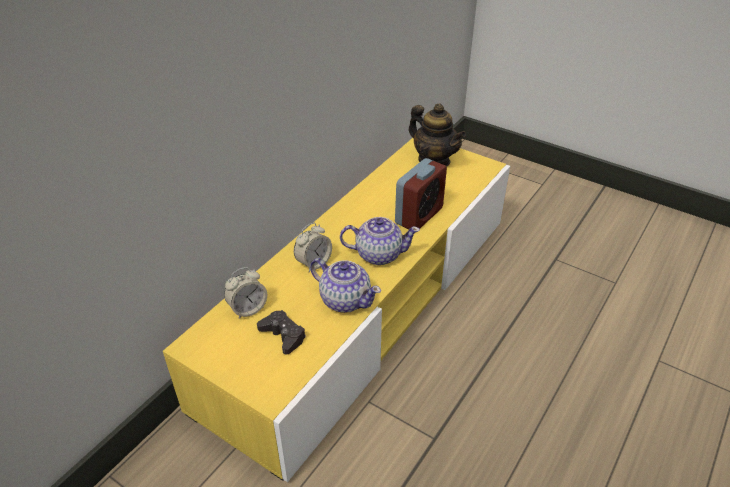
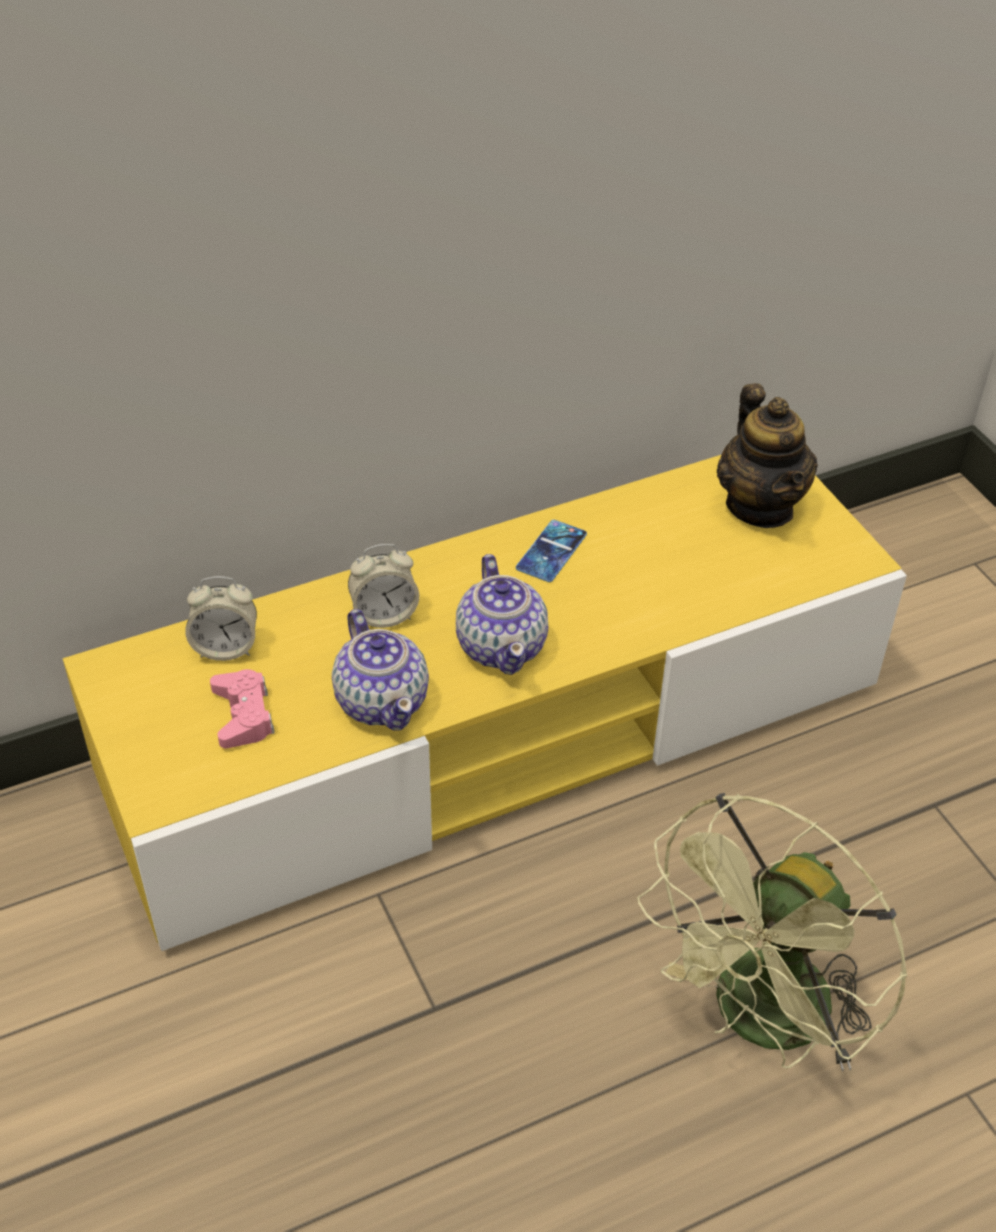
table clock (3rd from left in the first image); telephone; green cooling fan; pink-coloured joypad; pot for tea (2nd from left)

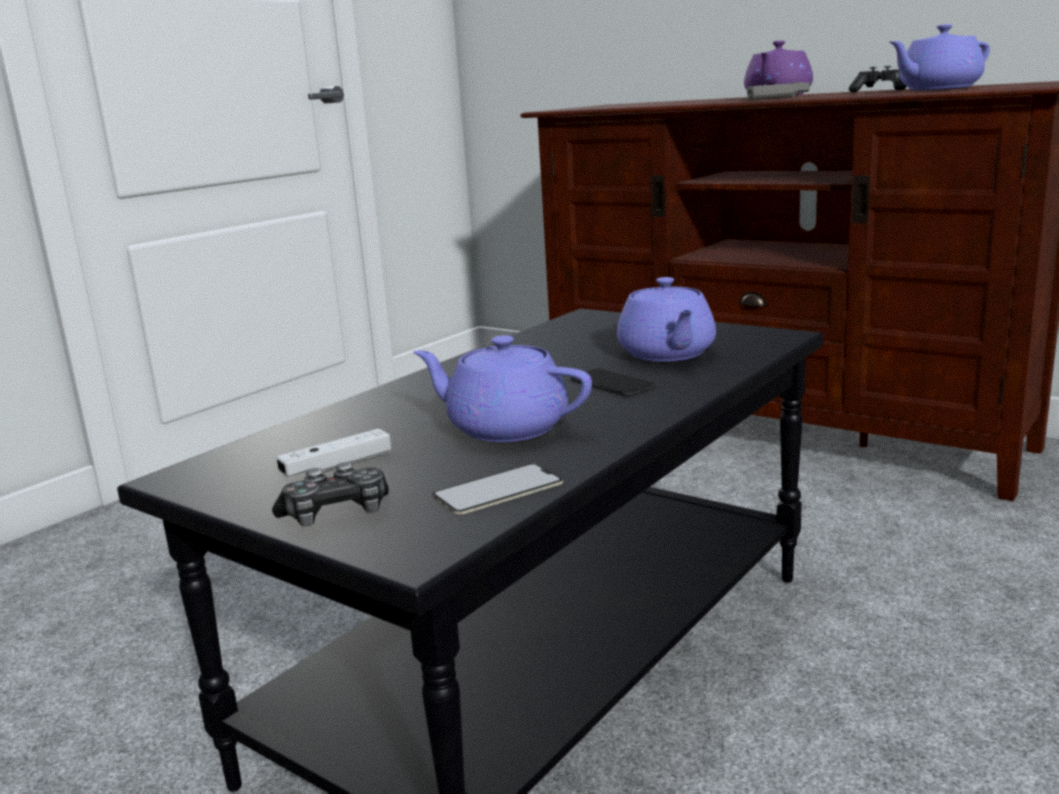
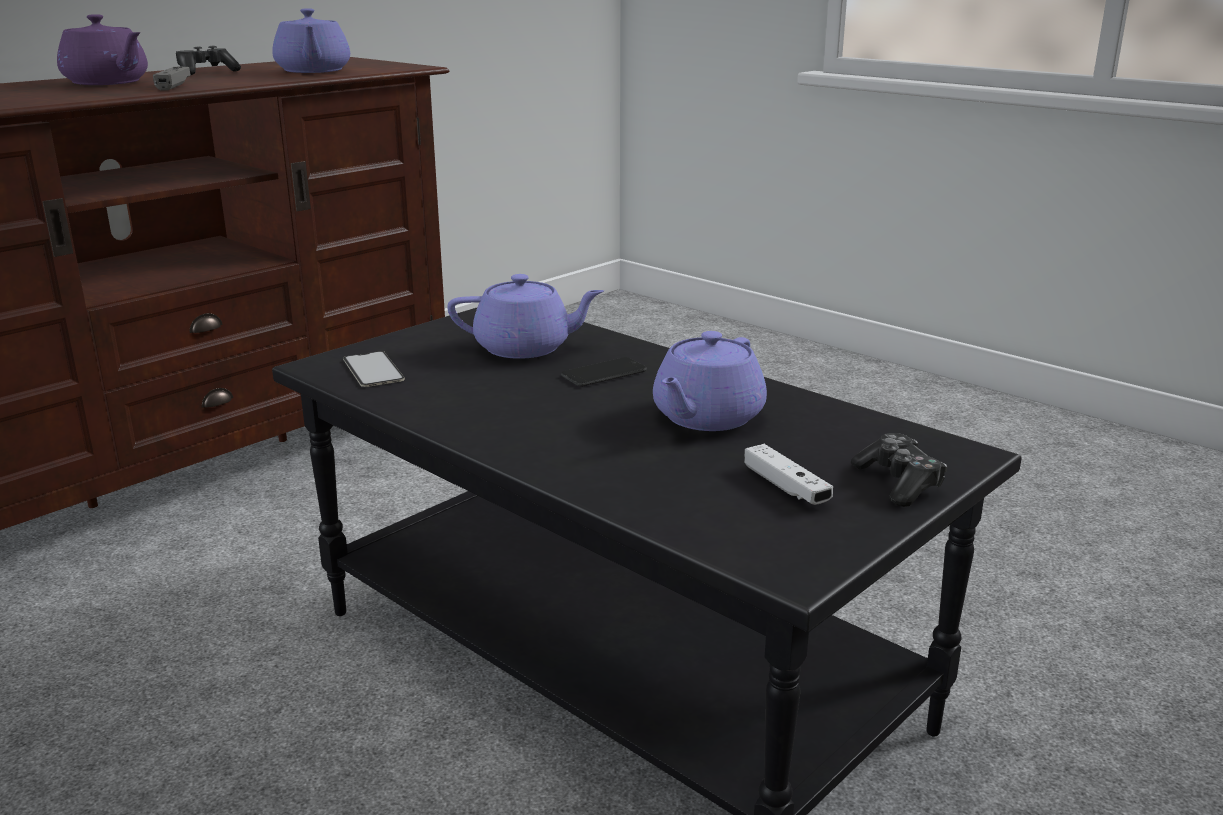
telephone (1st from left)

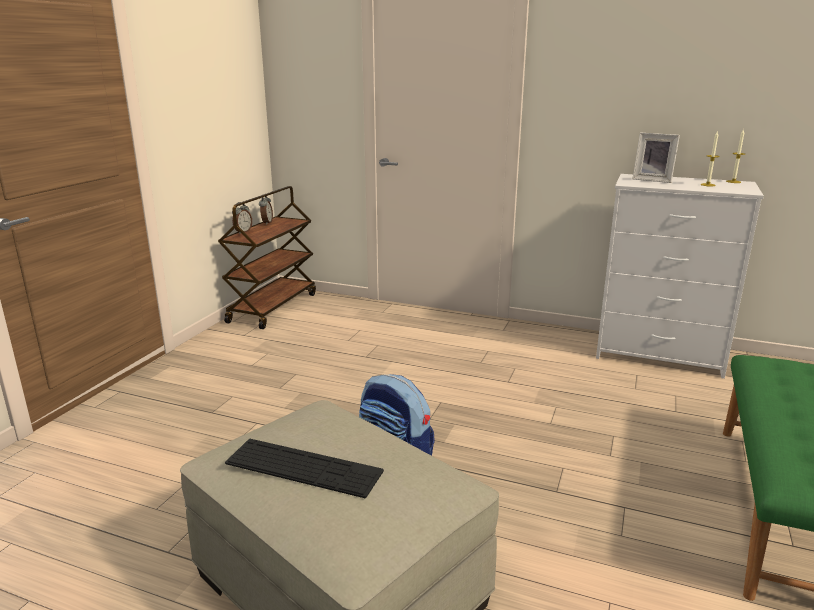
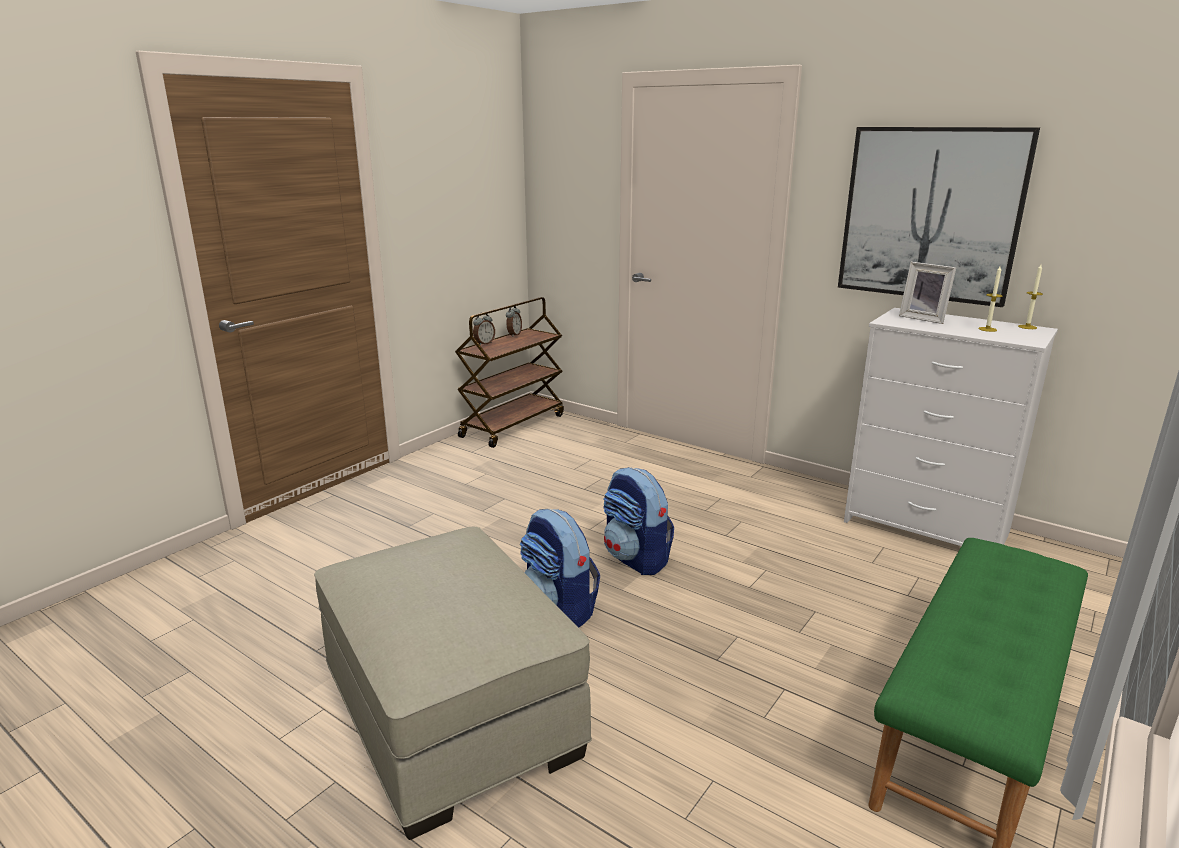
PC keyboard; backpack (2nd from left); picture

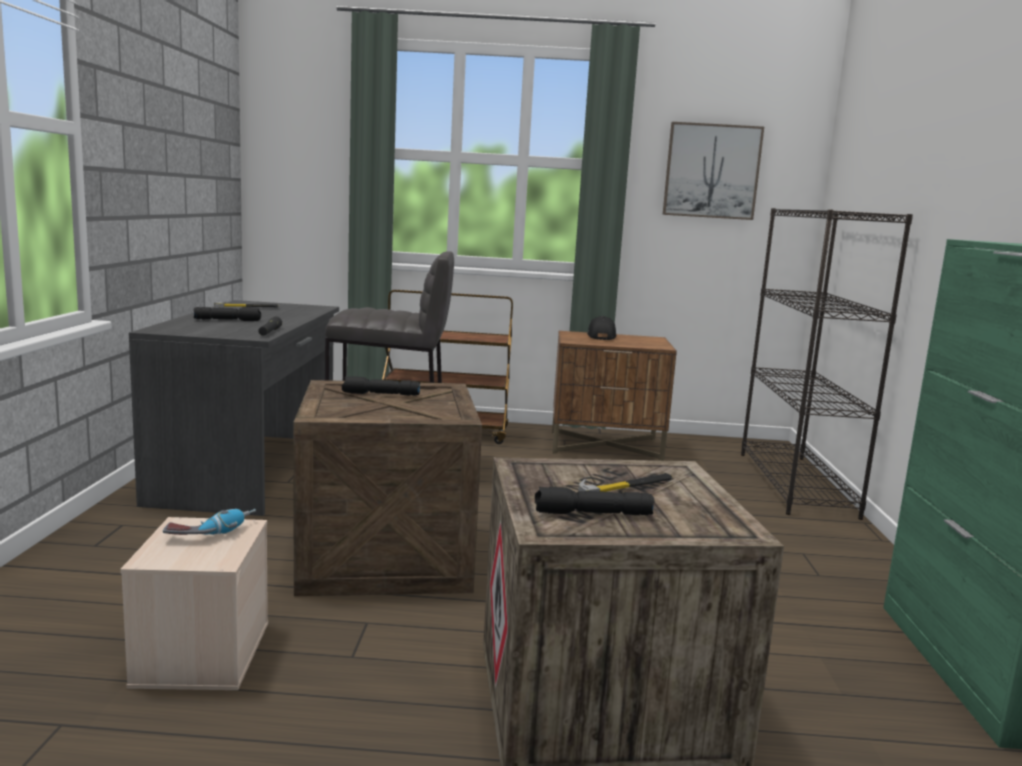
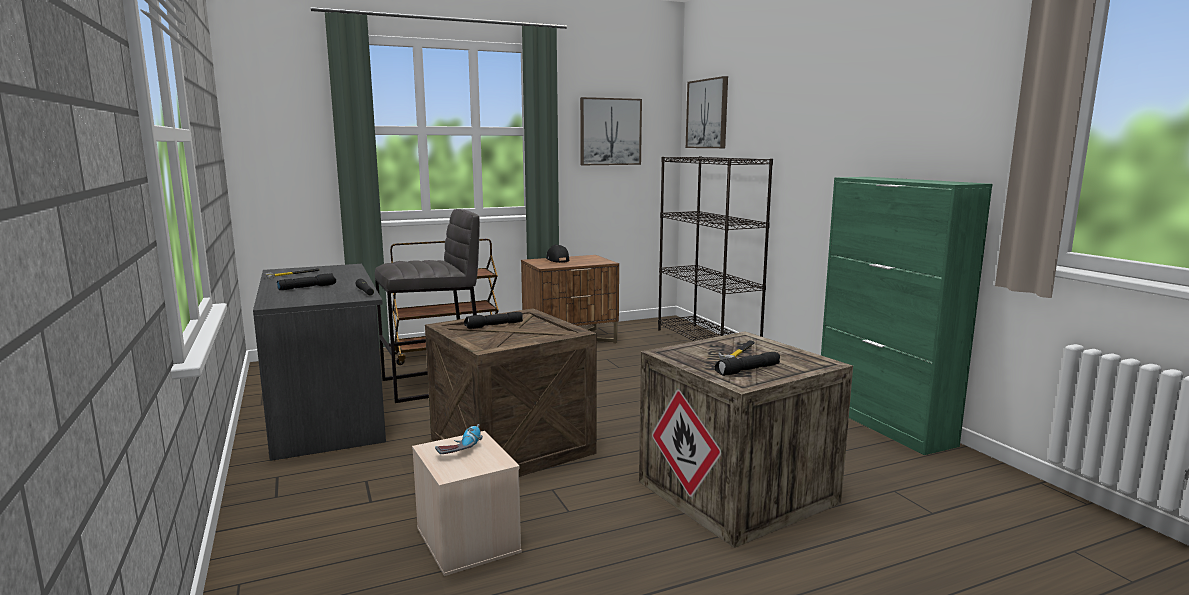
picture (2nd from left)

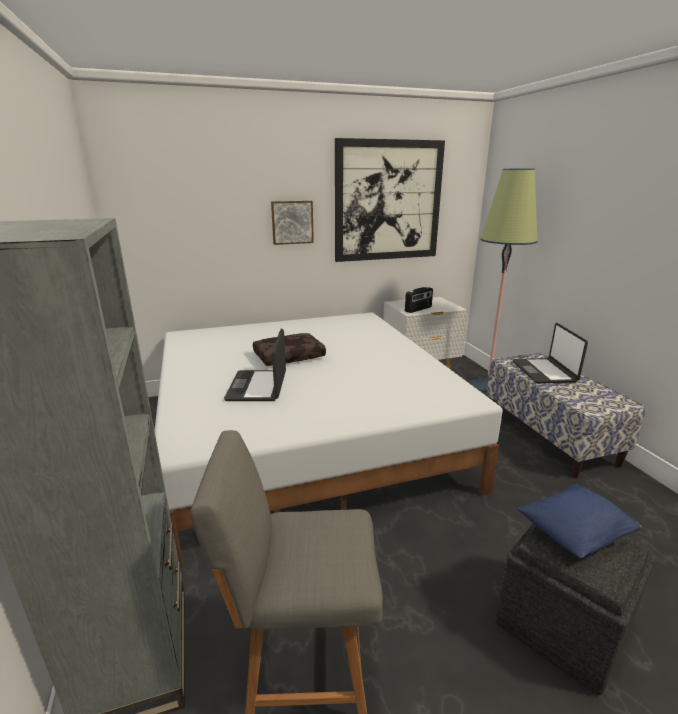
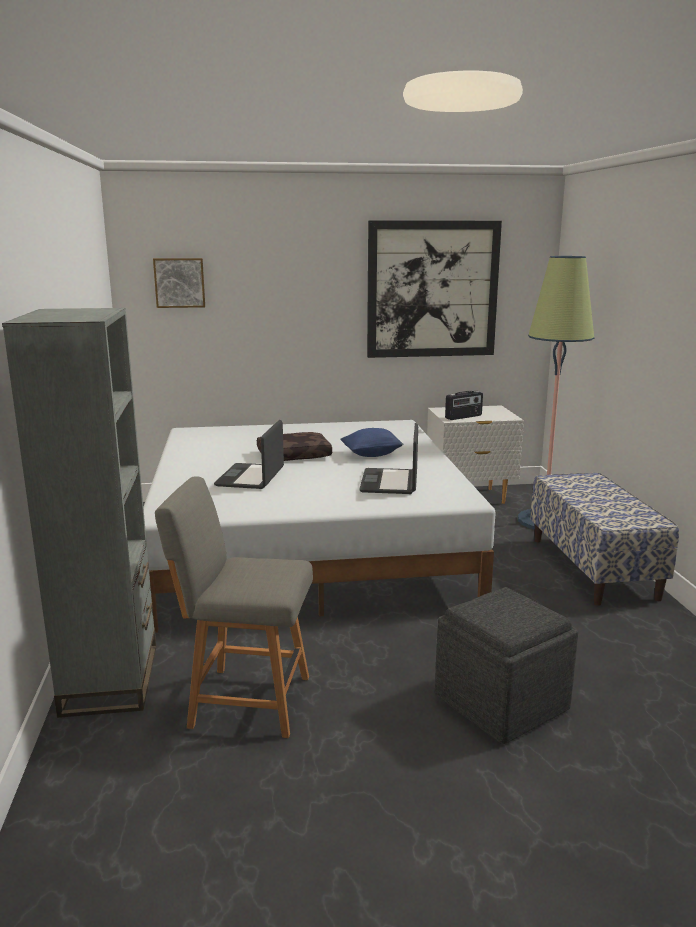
picture (1st from left); laptop (2nd from left); bluish throw pillow

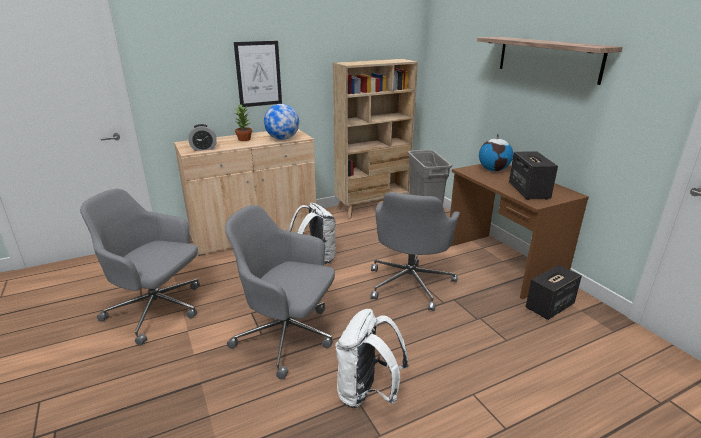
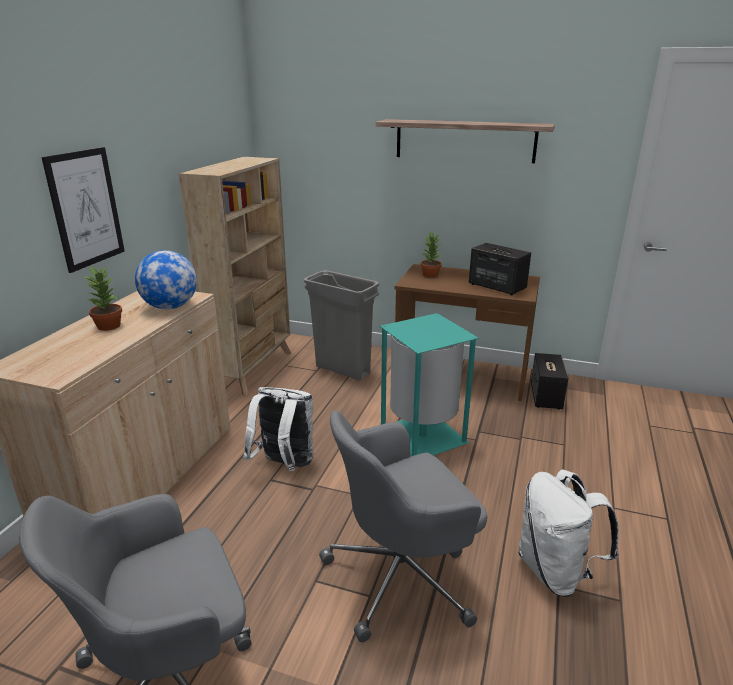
table clock; turquoise-coloured waste bin; houseplant (2nd from left)

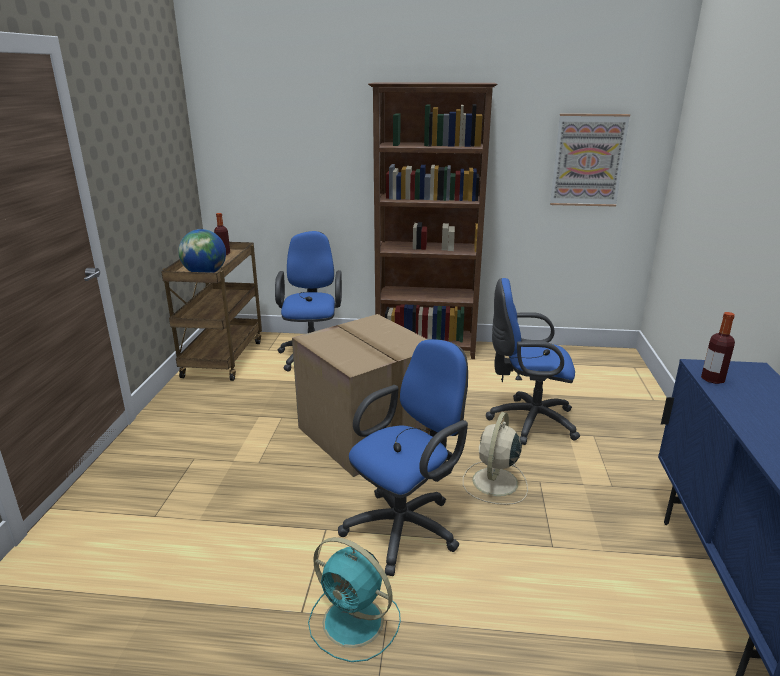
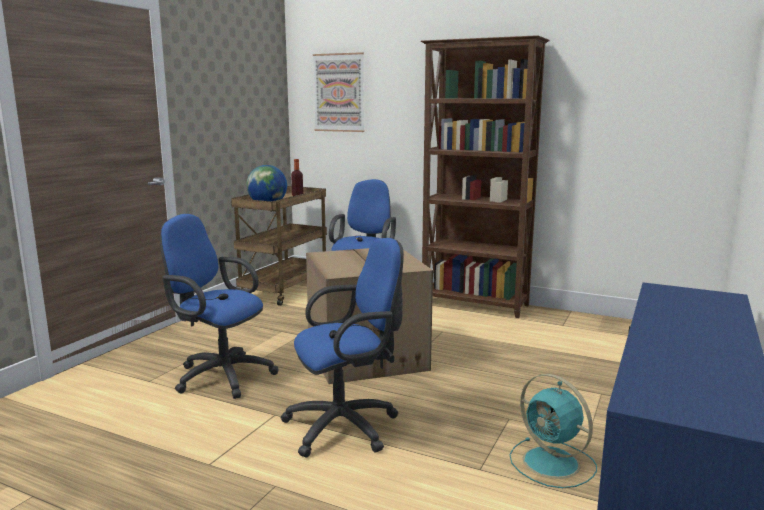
beige cooling fan; drink bottle (2nd from left in the first image); turquoise-coloured cooling fan; bluish computer chair (1st from left); picture

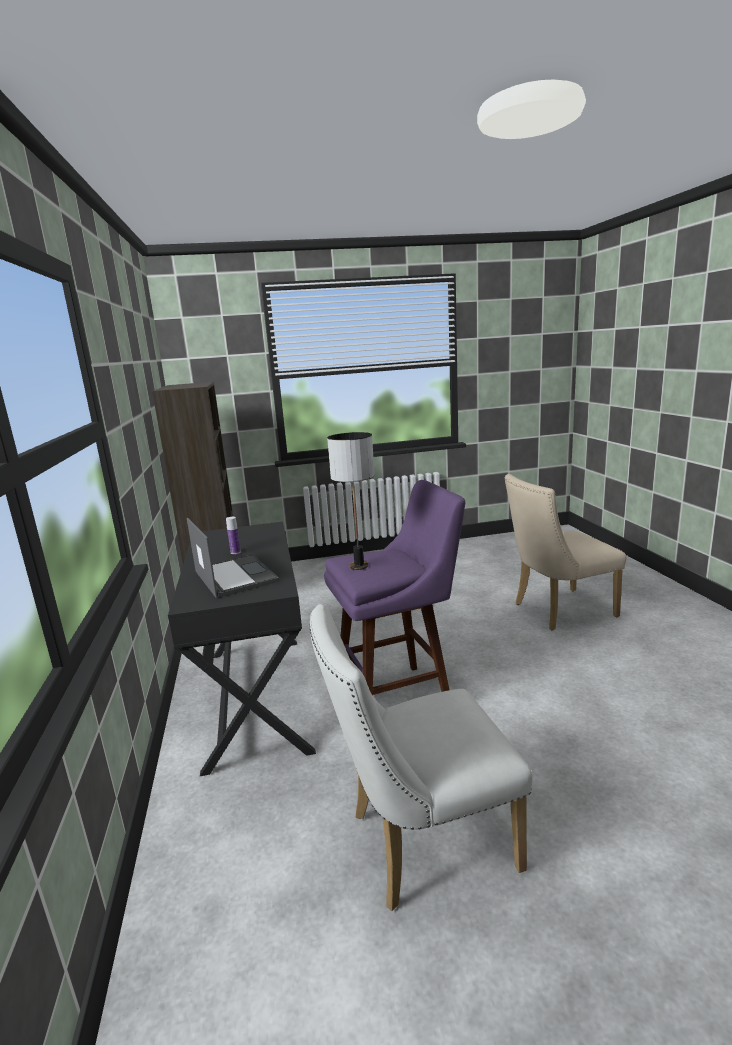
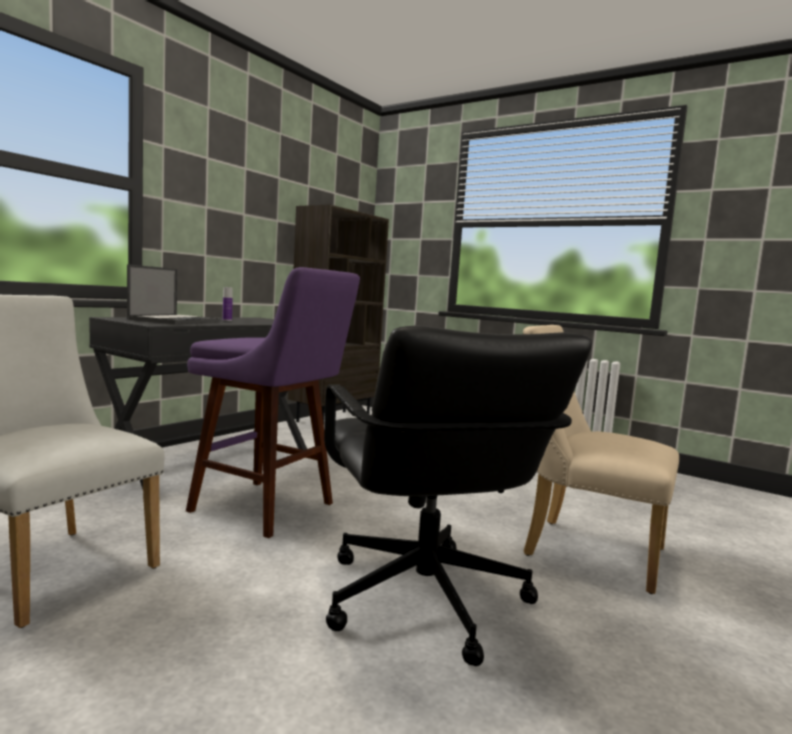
tabletop lamp; blackish computer chair

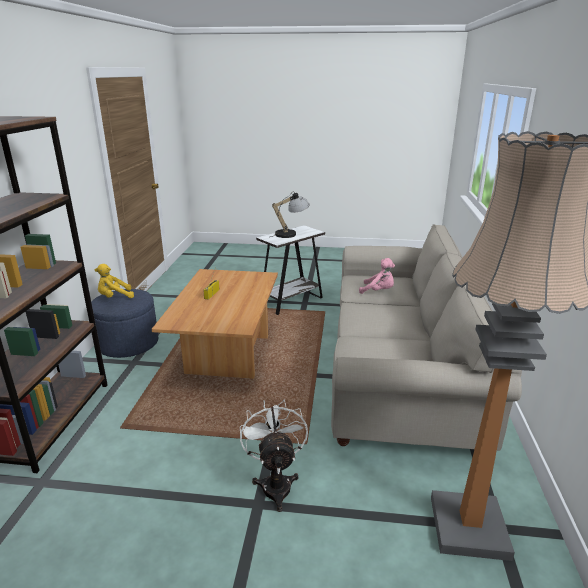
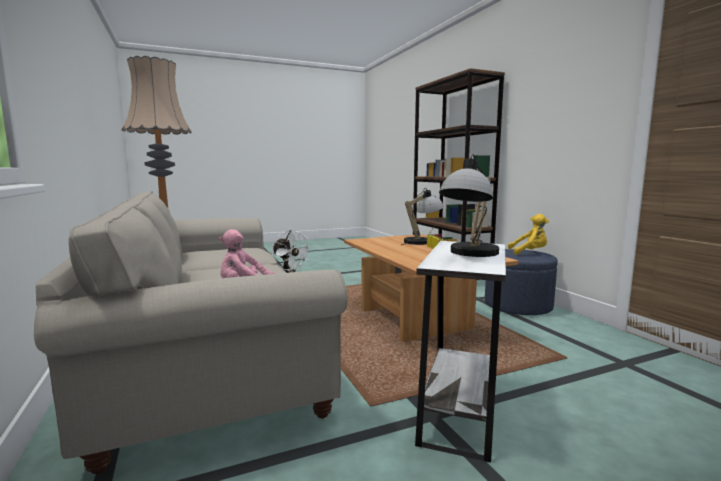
tabletop lamp (1st from left); yellowish cuddly toy

